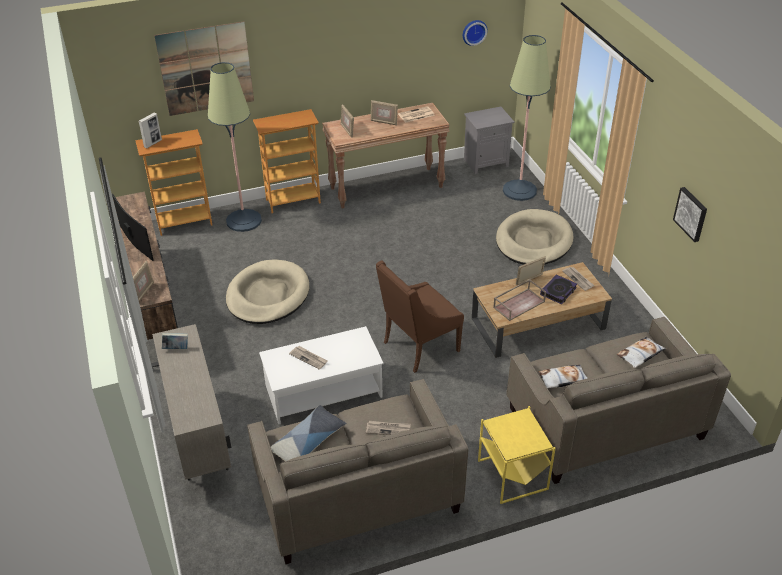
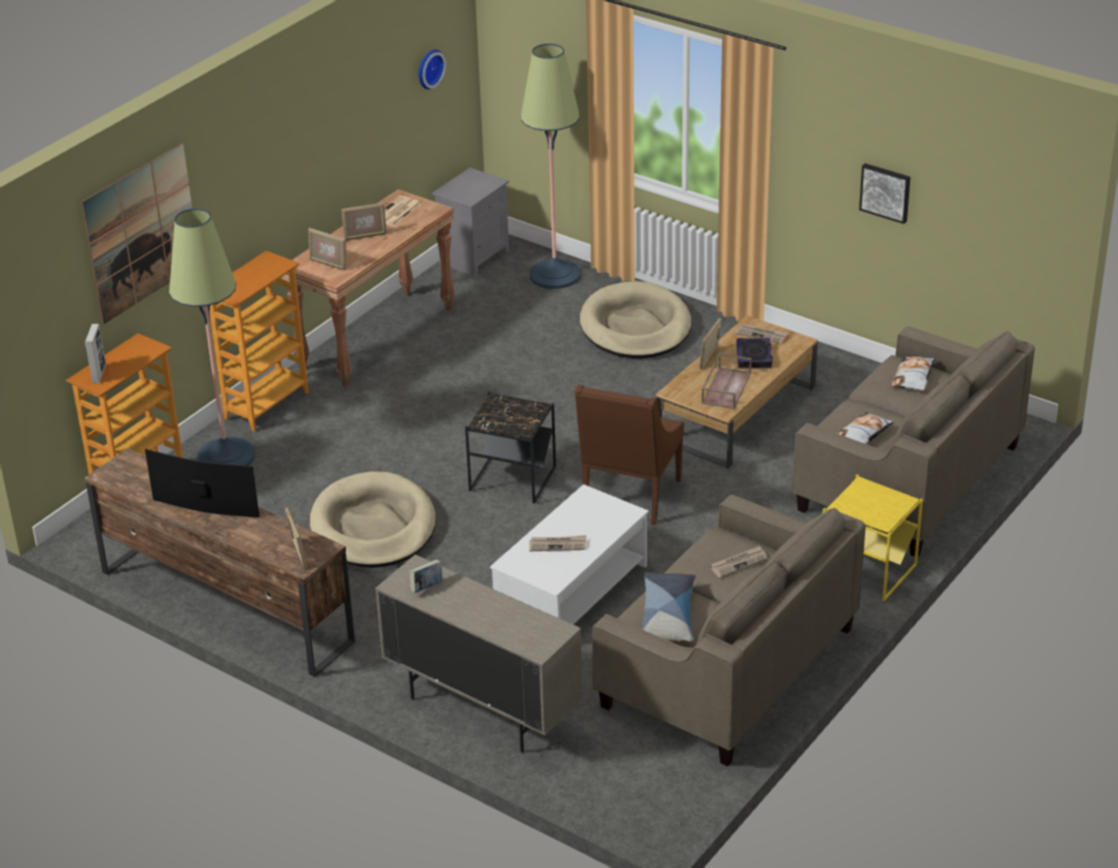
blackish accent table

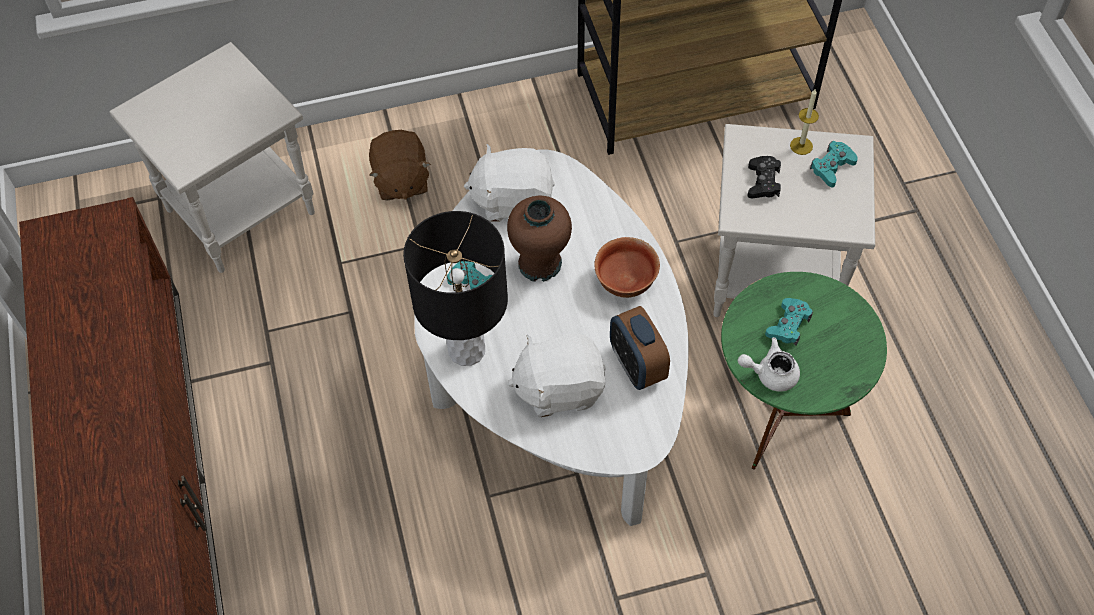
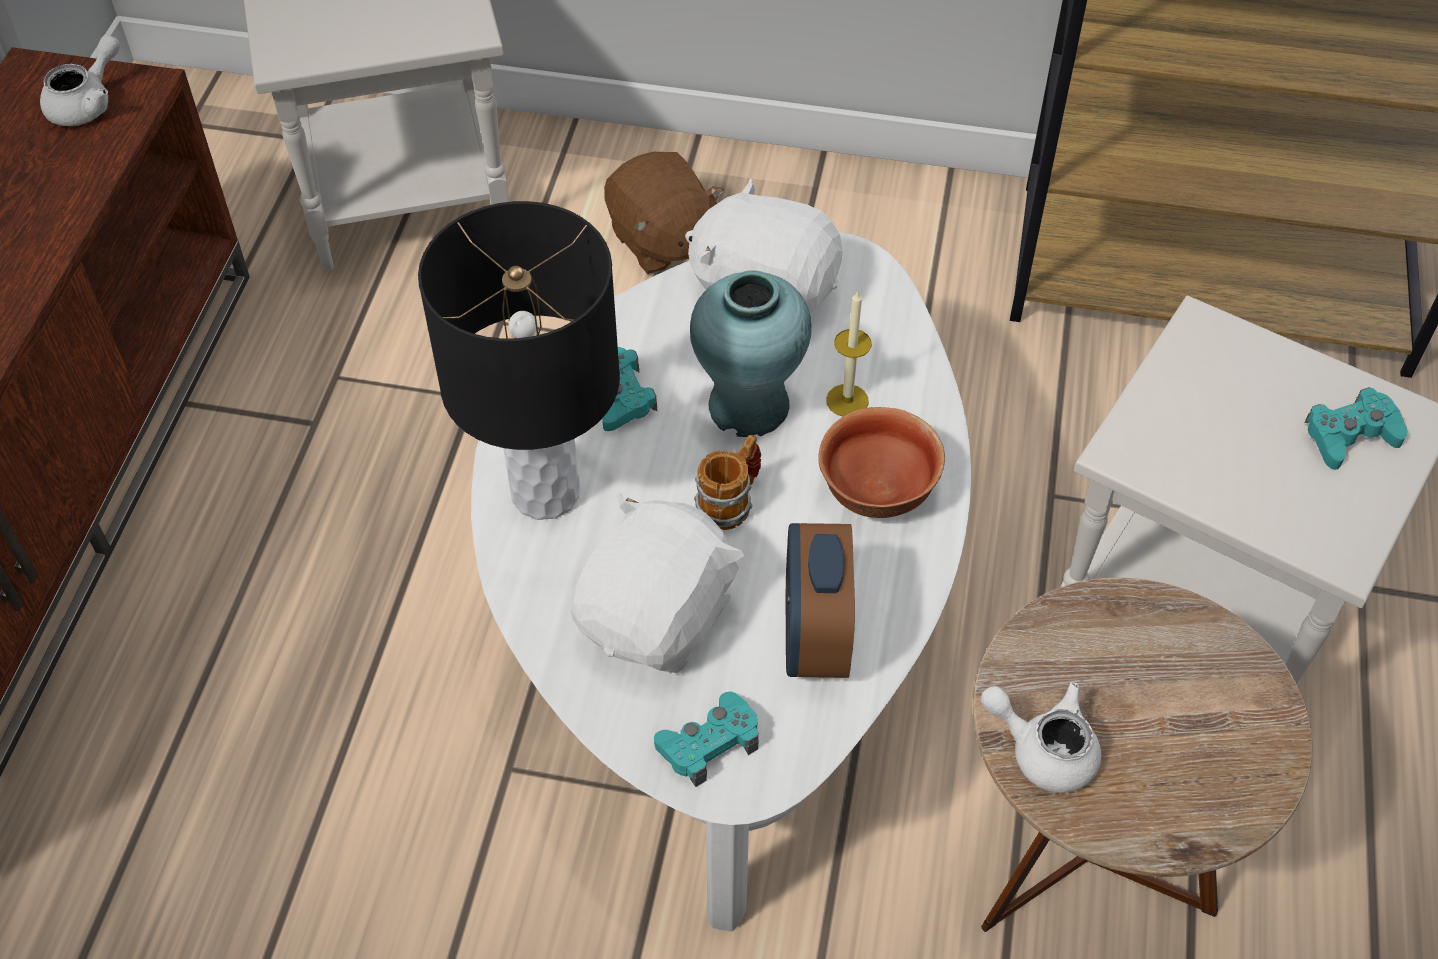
blackish joypad; white-coloured pot for tea (1st from left); coffee mug; turquoise-coloured joypad (2nd from left); wax light; turquoise-coloured flower vase; brown-coloured accent table; brown-coloured cuddly toy; white-coloured cuddly toy (1st from left)

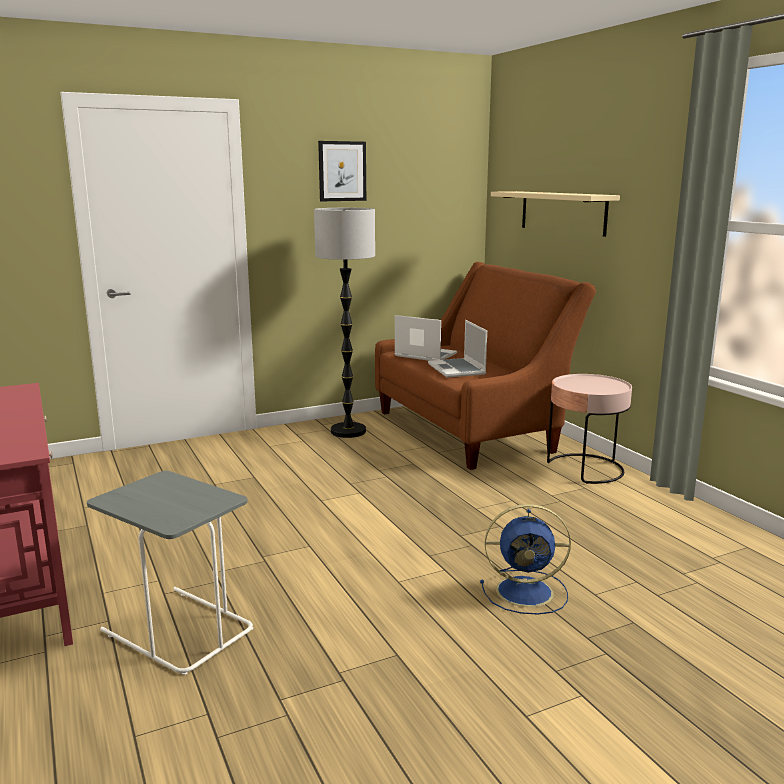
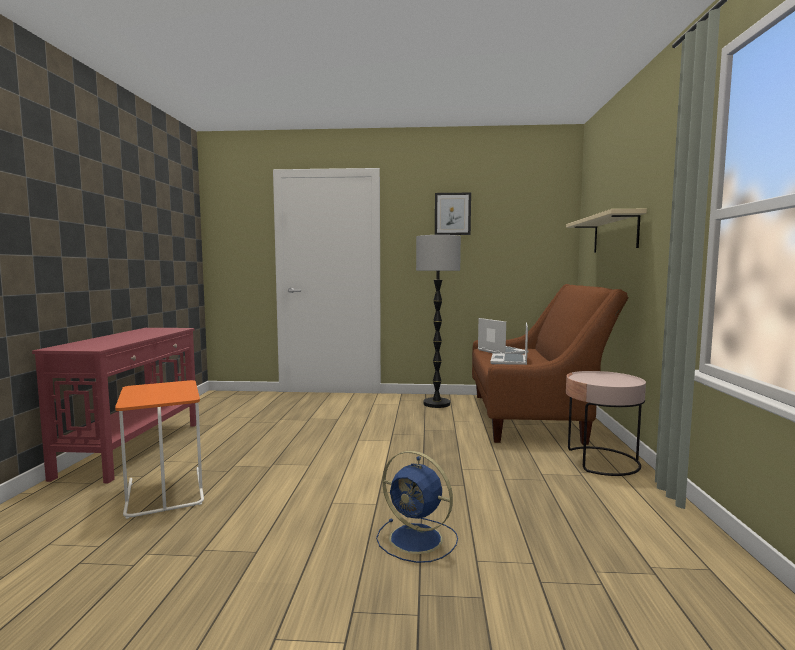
orangey accent table

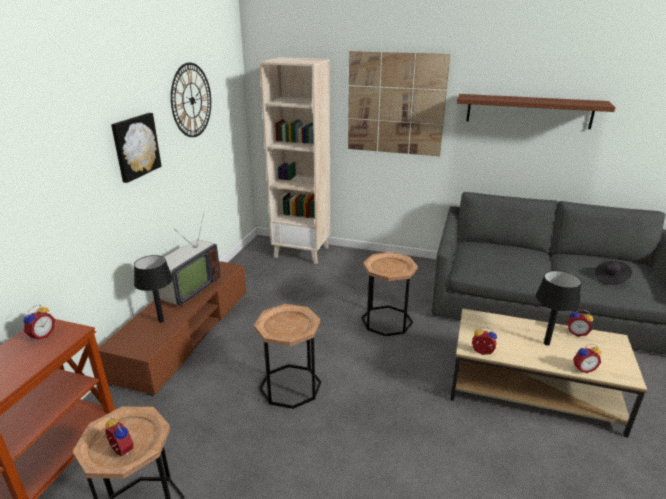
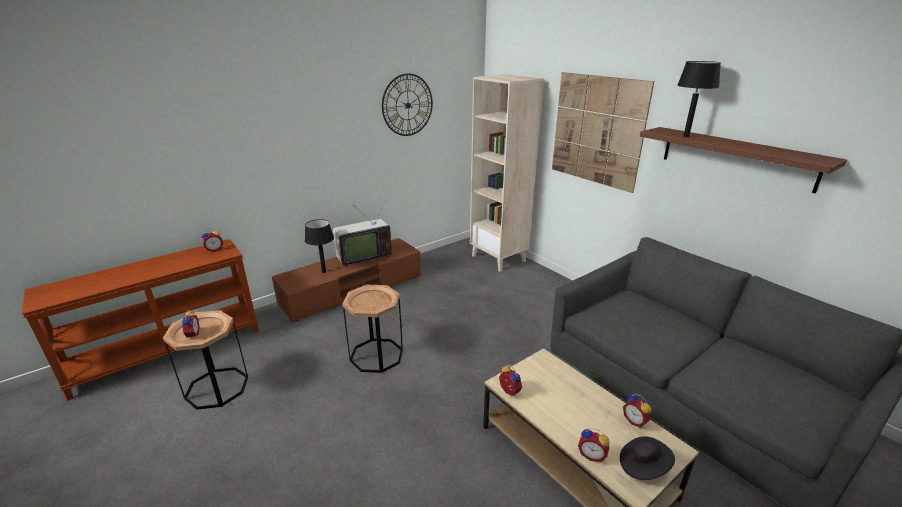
picture (1st from left in the first image); brown-coloured accent table (3rd from left in the first image); blackish tabletop lamp (2nd from left); blackish wearable hat

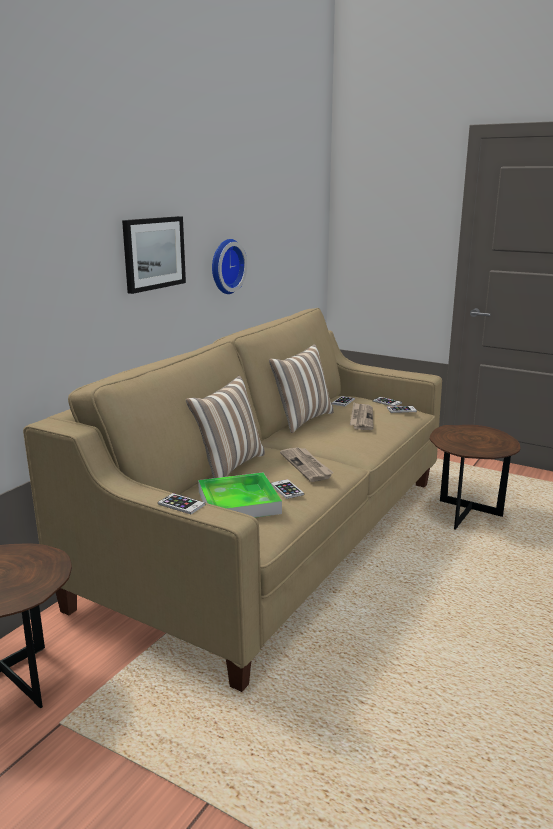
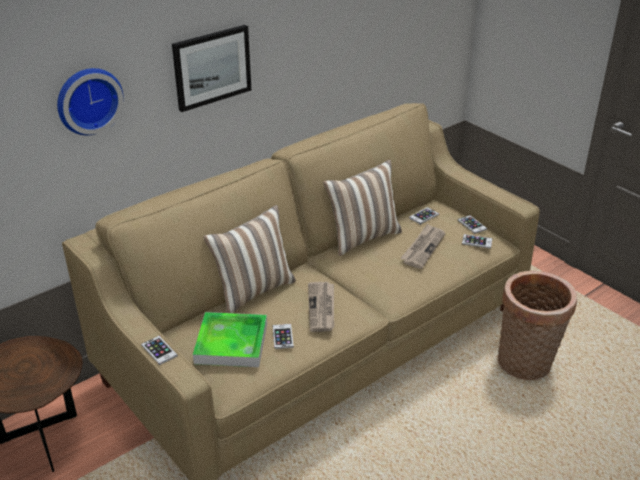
hanging clock; basket

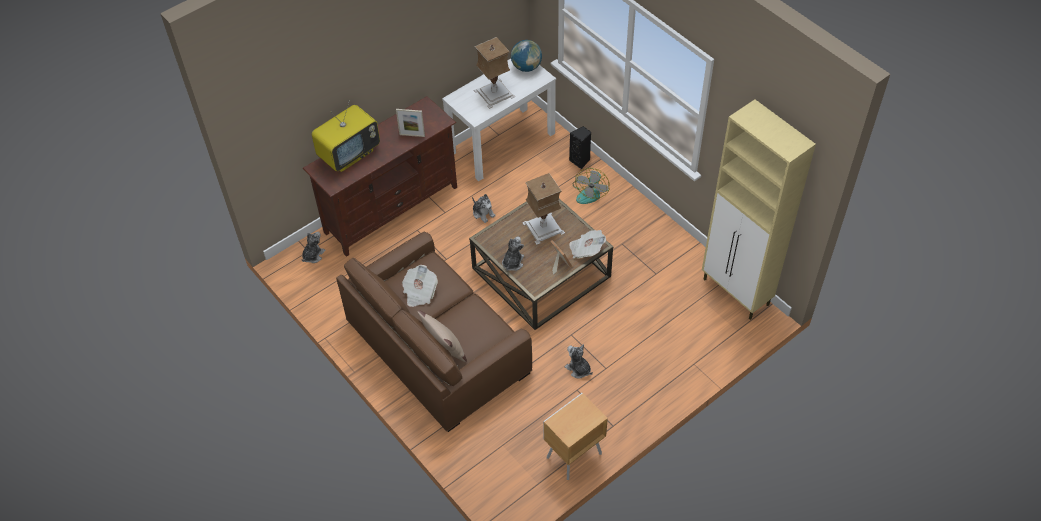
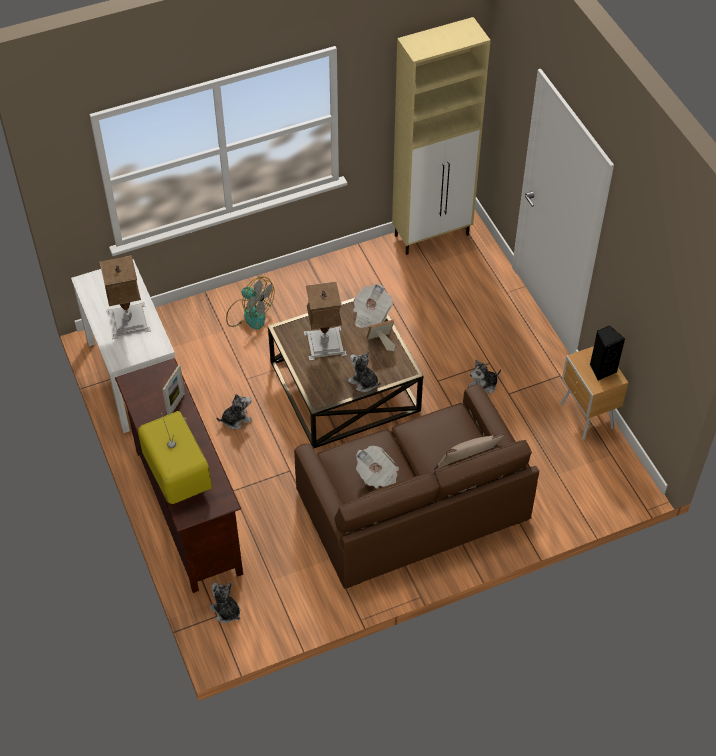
globe; blackish loudspeaker

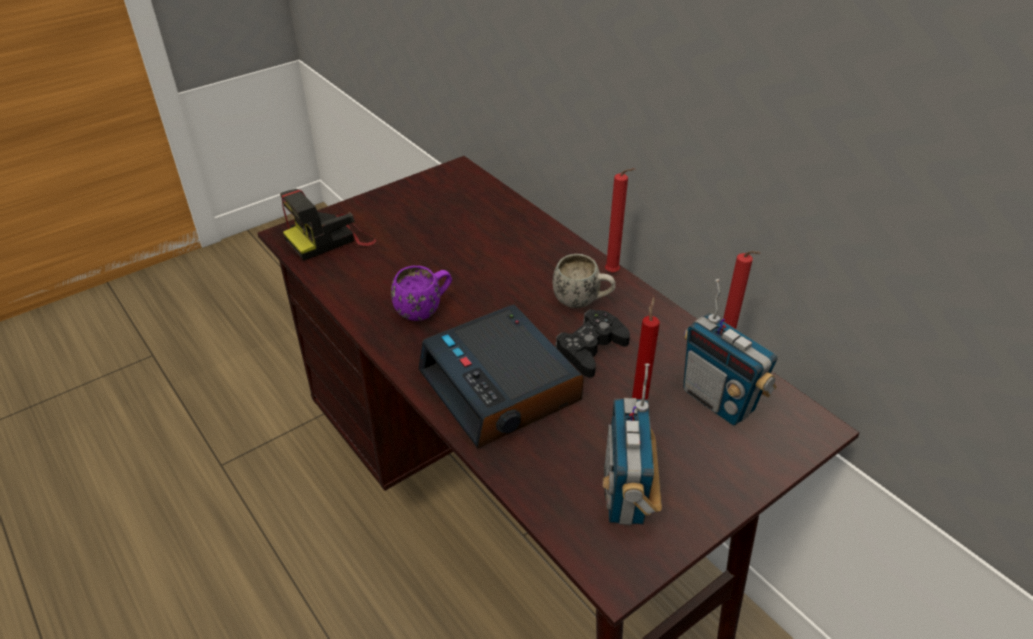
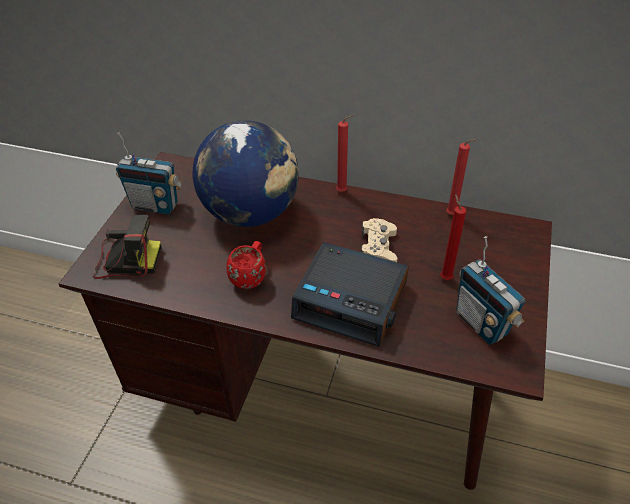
white-coloured coffee mug; globe; radio (1st from left); red-coloured coffee mug; beige joypad; still camera

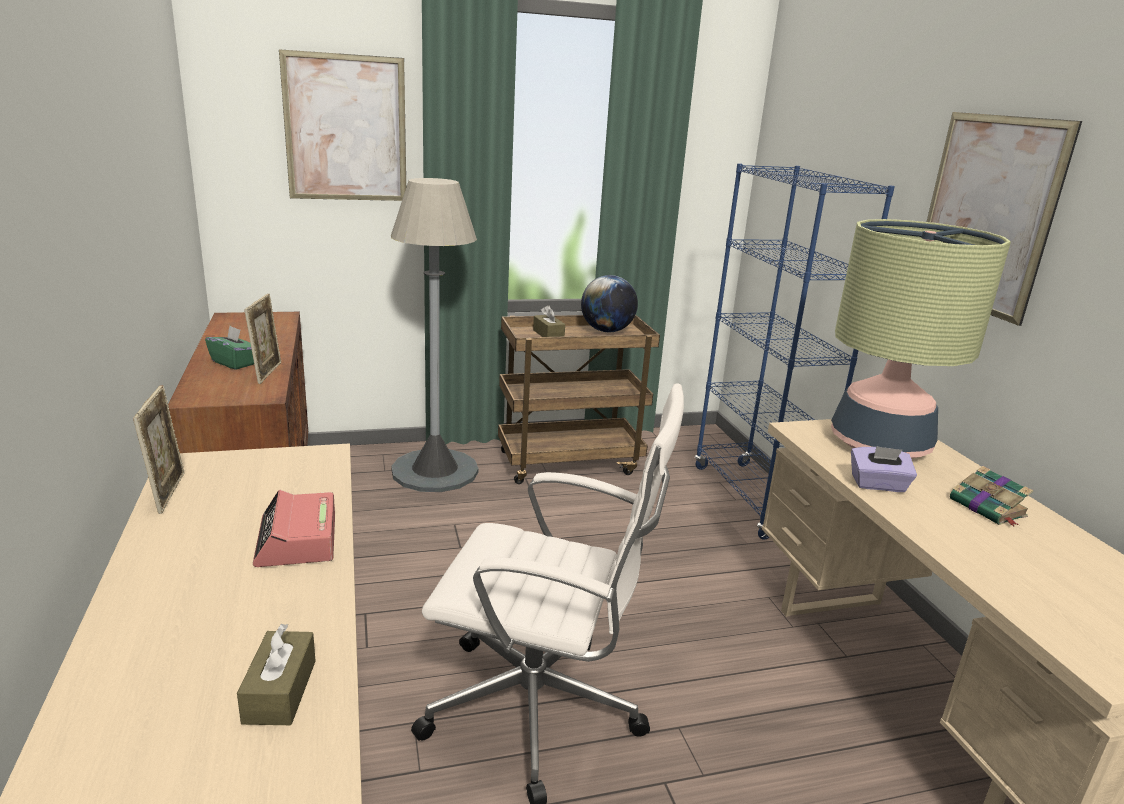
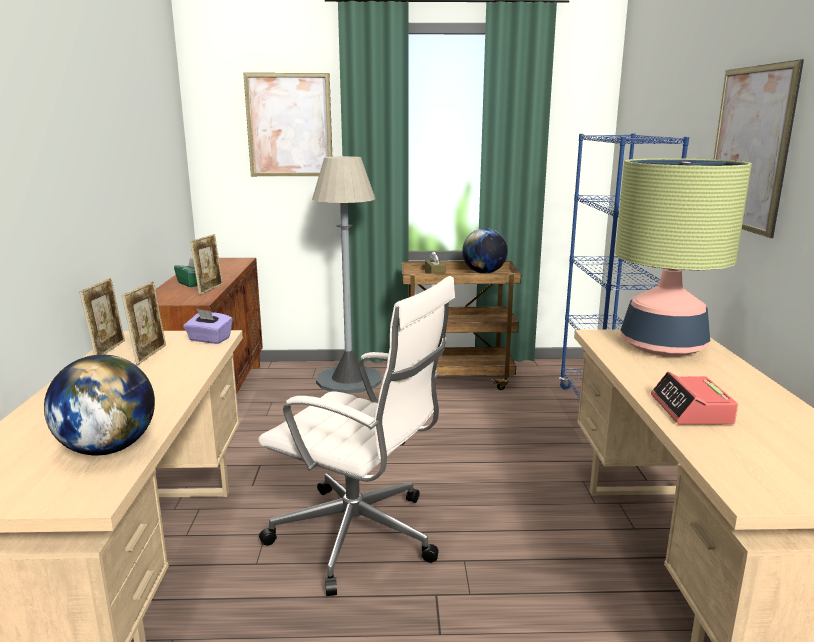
volume; picture frame (2nd from left); table clock; purplish tissue box; globe (1st from left)

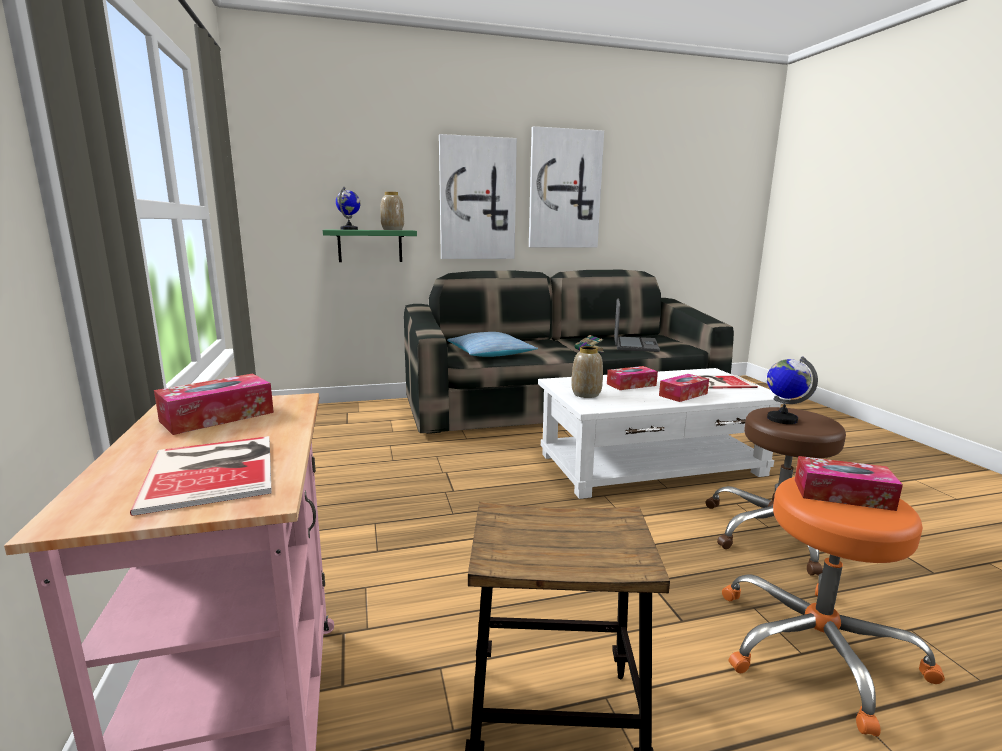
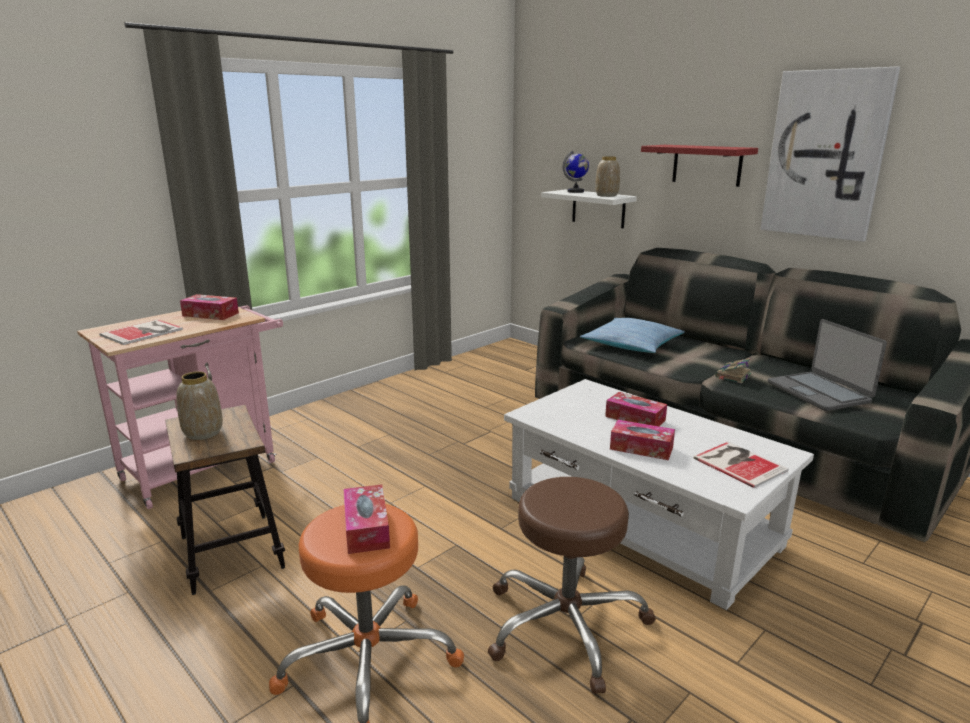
globe (2nd from left in the first image); flower vase (1st from left); red-coloured wall shelf; white-coloured wall shelf; laptop

